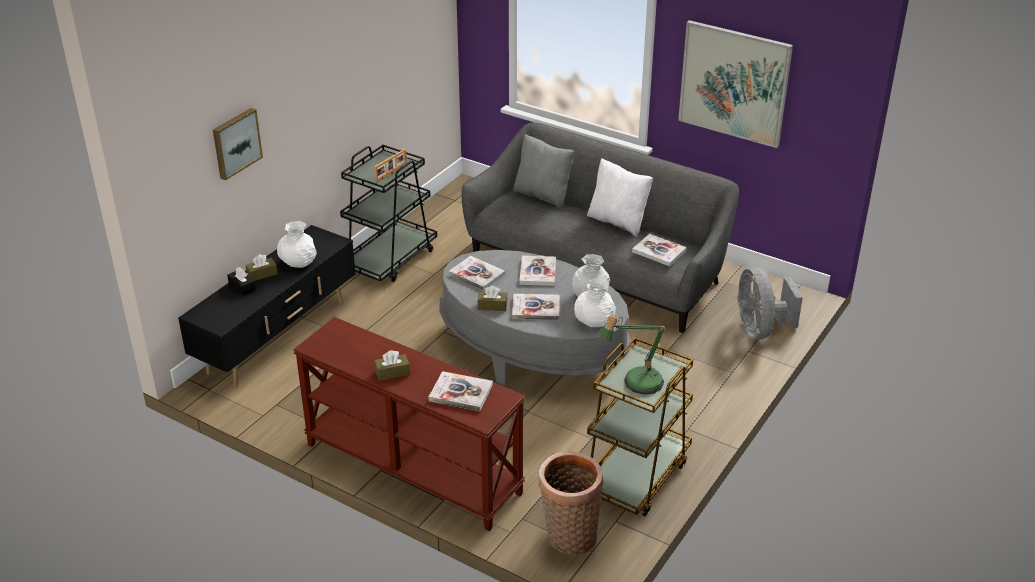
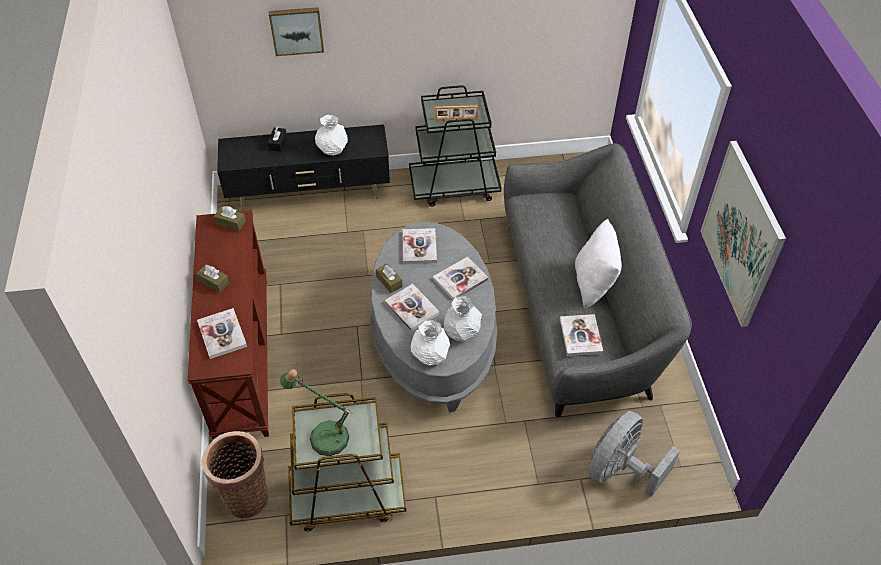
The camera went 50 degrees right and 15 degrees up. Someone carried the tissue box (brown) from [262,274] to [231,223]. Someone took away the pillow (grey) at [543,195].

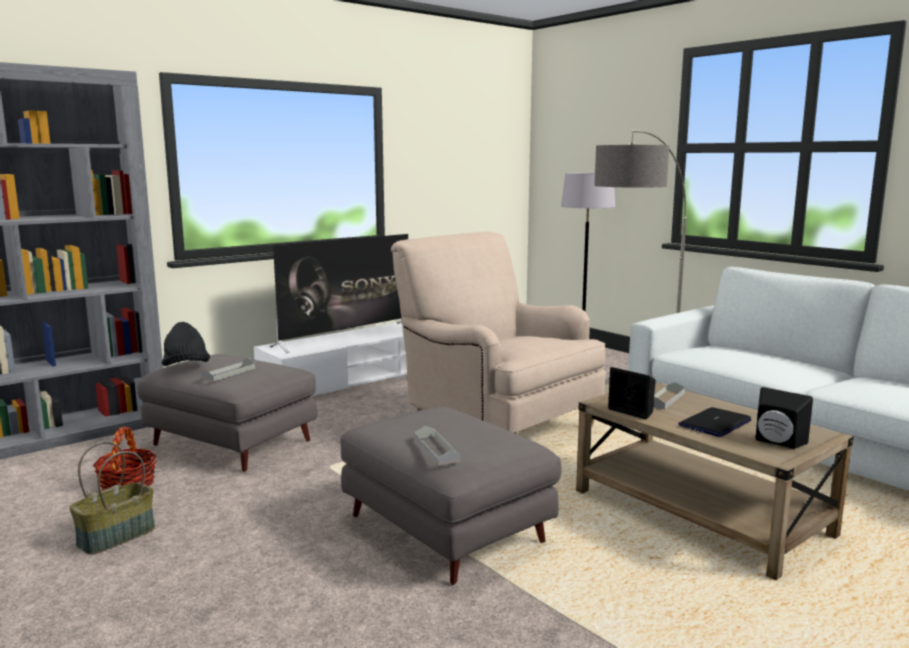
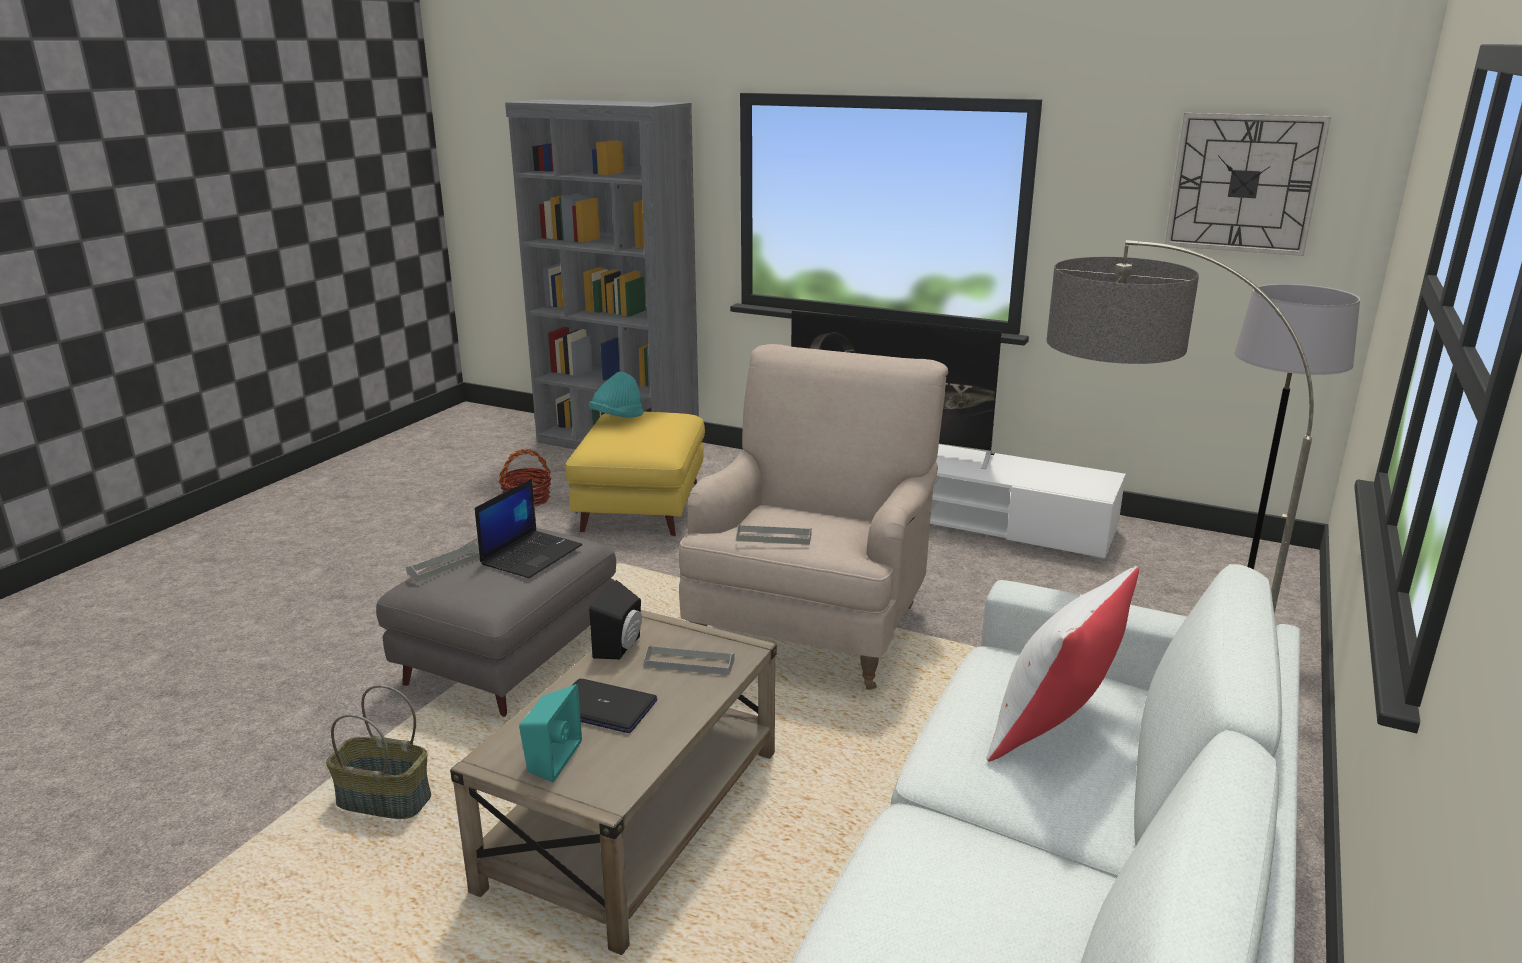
The camera went 65 degrees right and 10 degrees up. Someone carried the basket from [116,537] to [382,801]. Someone repainted the ottoman (grey) at [233,443], which became the ottoman (yellow) at [642,506]. Someone repainted the hat (black) at [186,368], which became the hat (turquoise) at [617,418]. Someone carried the tray (grey) from [229,373] to [774,537]. Someone repainted the speaker (black) at [777,442], which became the speaker (turquoise) at [549,758]. Someone put down the laptop at [531,554]. Someone put down the pillow (white) at [1055,727]. Someone put up the wall clock at [1244,183].

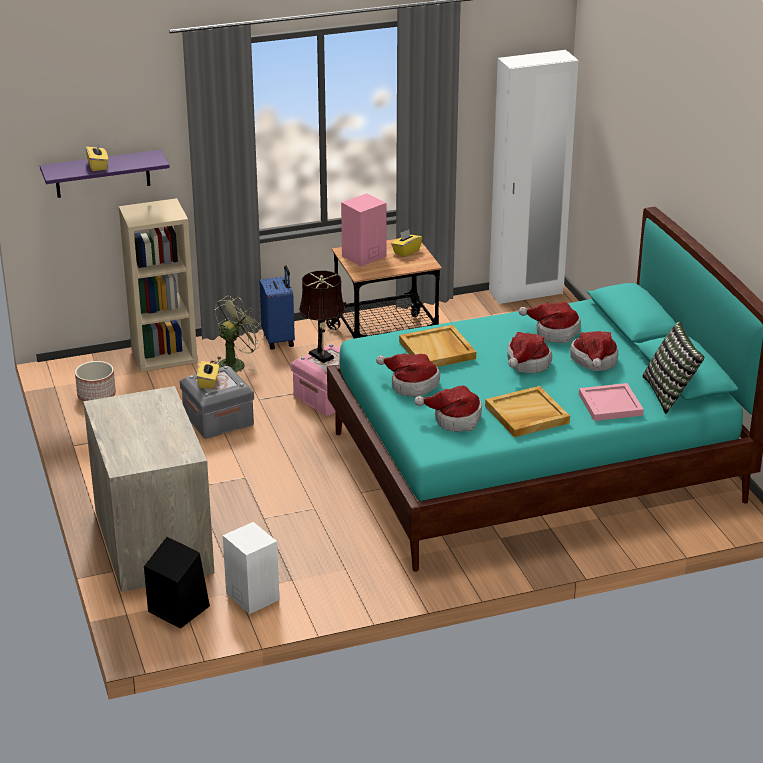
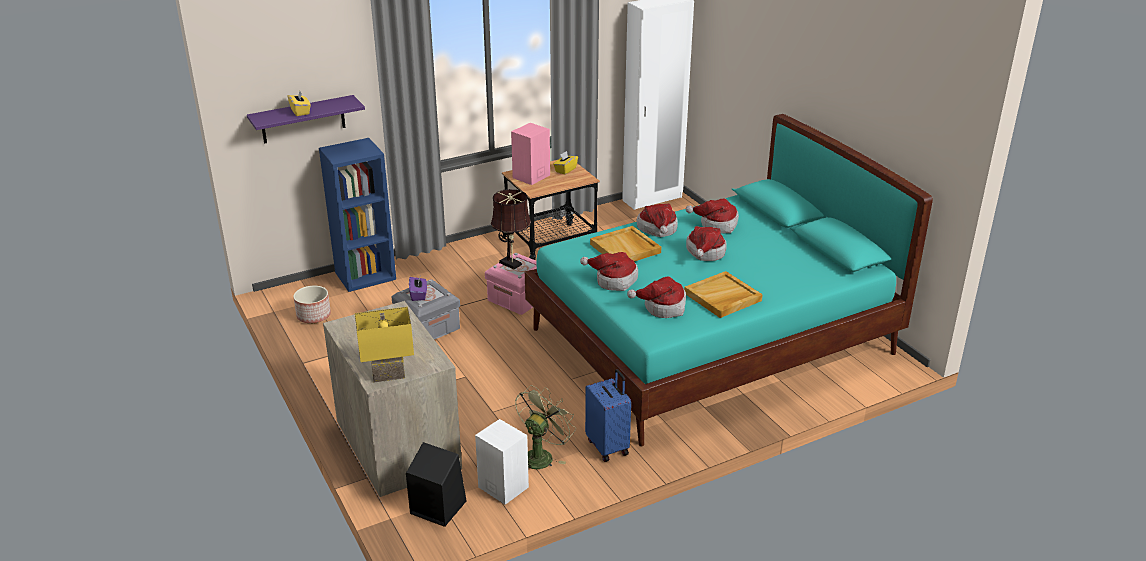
The camera went 10 degrees left and 0 degrees up. Someone repainted the bookcase (beige) at [164,355], which became the bookcase (blue) at [366,275]. Someone repainted the tissue box (yellow) at [208,382], which became the tissue box (purple) at [418,295]. Someone carried the fan (green) from [235,363] to [541,455]. Someone carried the suitcase (blue) from [279,339] to [608,446]. Someone carried the hat from [594,362] to [658,230]. Someone took away the tray (pink) at [611,404]. Someone took away the pillow at [670,393]. Someone put down the table lamp (yellow) at [389,373].

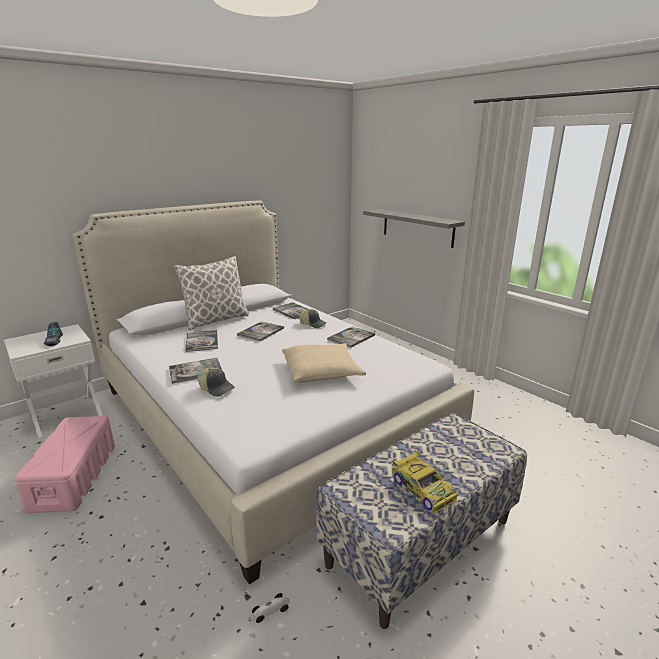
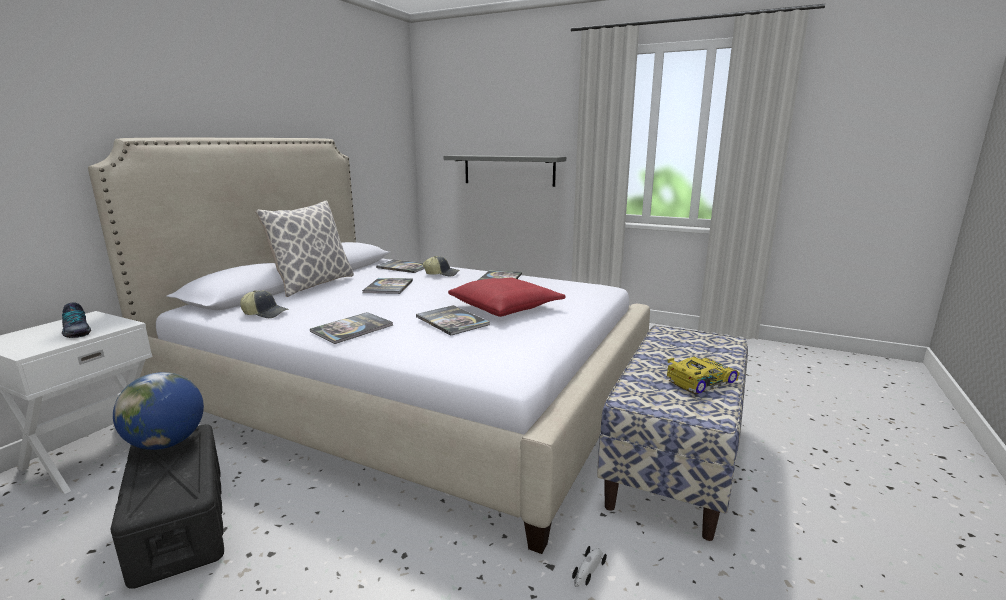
The camera went 25 degrees left and 5 degrees down. Someone repainted the storage box (pink) at [74,477], which became the storage box (black) at [180,523]. Someone carried the book from [202,341] to [452,321]. Someone carried the cap from [216,388] to [265,313]. Someone repainted the pillow (beige) at [322,371], which became the pillow (red) at [506,307]. Someone rotated the toy car at [422,488] by 60 degrees counterclockwise. Someone put down the globe at [167,443].

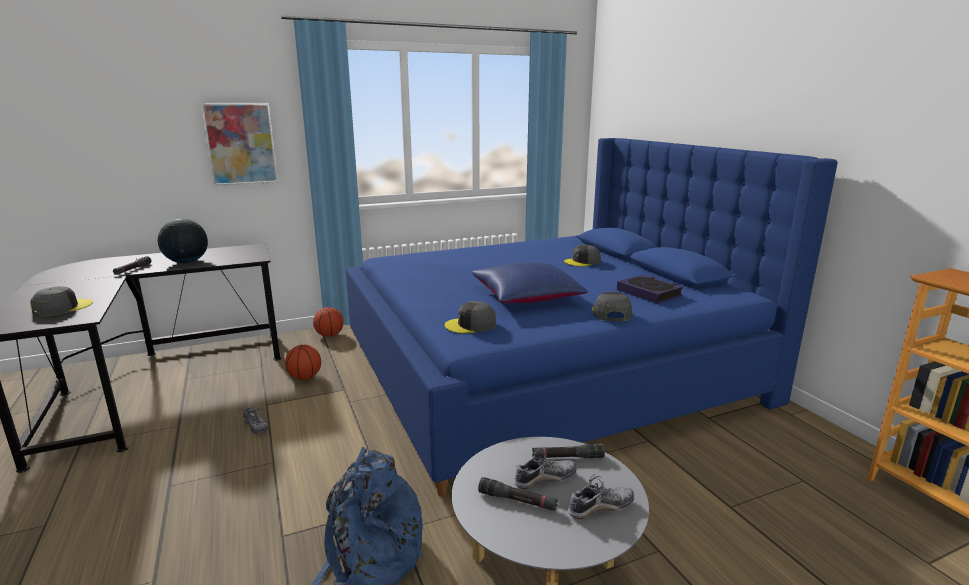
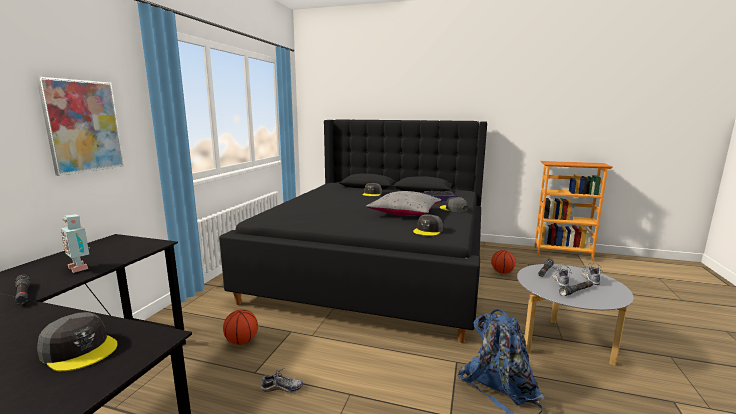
The camera went 50 degrees left and 5 degrees down. Someone rotated the cap (grey) at [62,308] by 135 degrees clockwise. Someone swapped the globe at [187,262] for the toy robot at [80,268]. Someone carried the basketball from [329,335] to [502,272]. Someone repainted the bed (blue) at [548,371], which became the bed (black) at [378,267]. Someone repainted the pillow (blue) at [526,297], which became the pillow (grey) at [404,213].

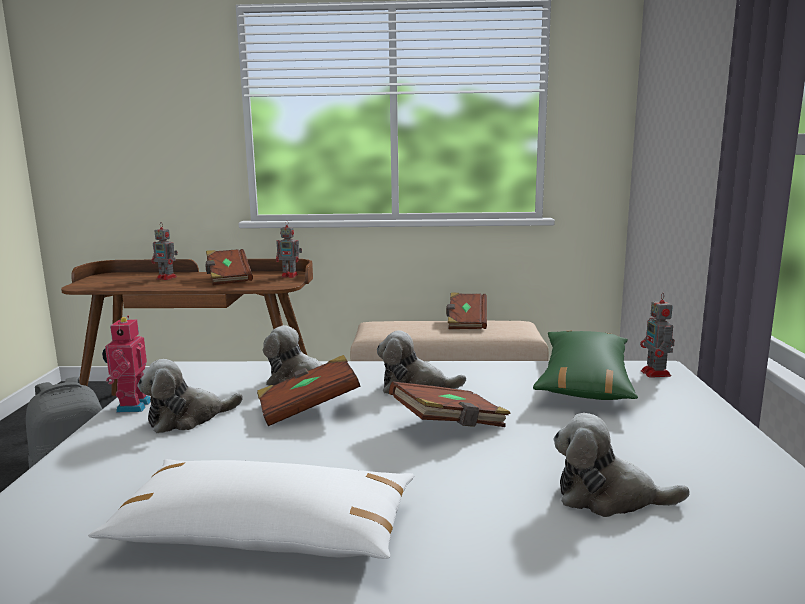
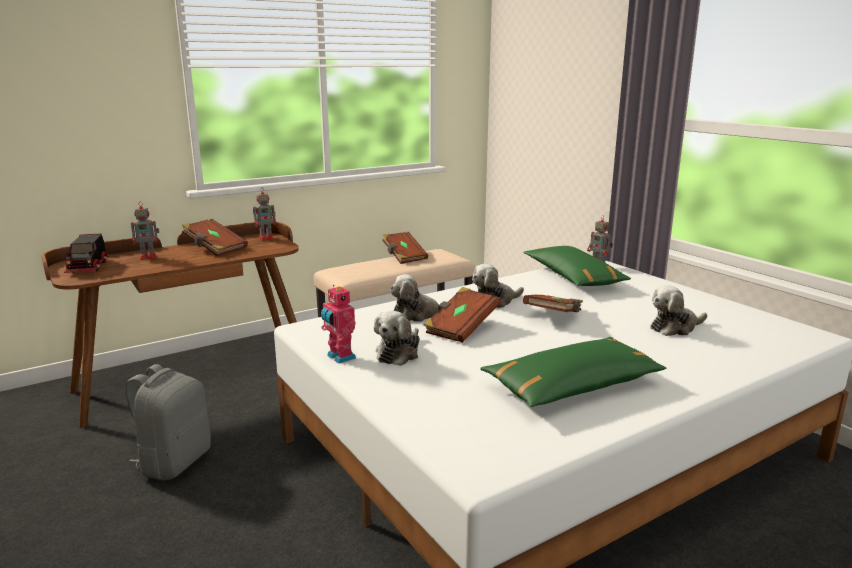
The camera went 35 degrees left and 5 degrees up. Someone repainted the pillow (white) at [265,533], which became the pillow (green) at [573,386]. Someone put down the toy truck at [89,267].

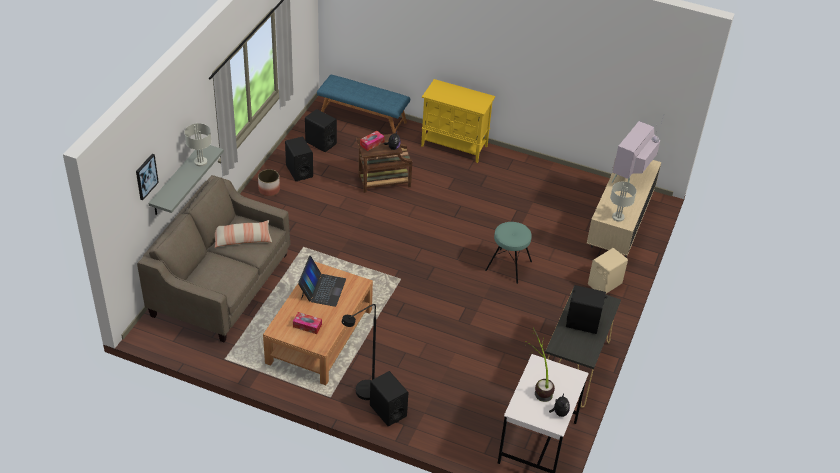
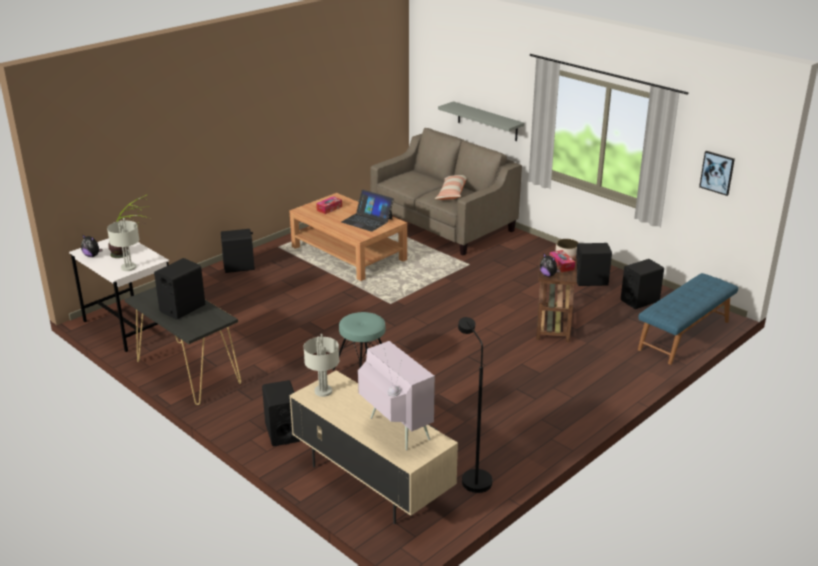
The camera went 115 degrees right and 15 degrees down. Someone carried the picture from [146,176] to [717,172]. Someone carried the table lamp (grey) from [201,162] to [128,268]. Someone carried the floor lamp (black) from [362,395] to [472,477]. Someone took away the cabinet (yellow) at [455,146]. Someone repainted the speaker (beige) at [604,284], which became the speaker (black) at [282,432].

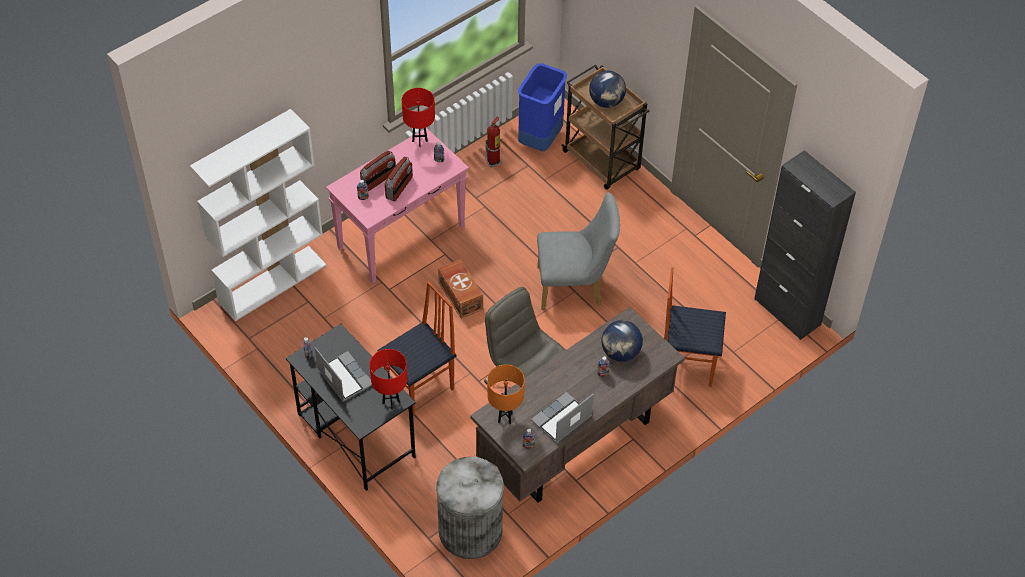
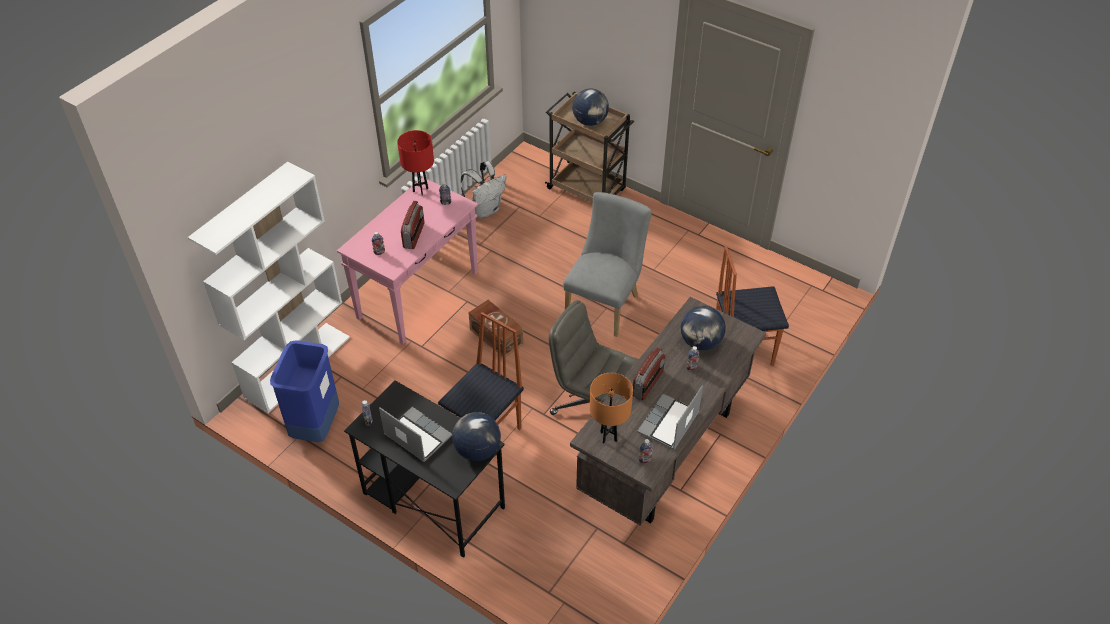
The camera went 15 degrees left and 5 degrees down. Someone carried the radio from [379,179] to [648,384]. Someone swapped the table lamp (red) at [391,402] for the globe at [477,450]. Someone took away the trash can (grey) at [470,530]. Someone swapped the fire extinguisher at [493,161] for the backpack (white) at [485,210]. Someone carried the trash can (blue) from [540,139] to [315,426]. Someone rotated the chair (grey) at [575,287] by 45 degrees counterclockwise. Someone took away the cabinet (black) at [787,312].

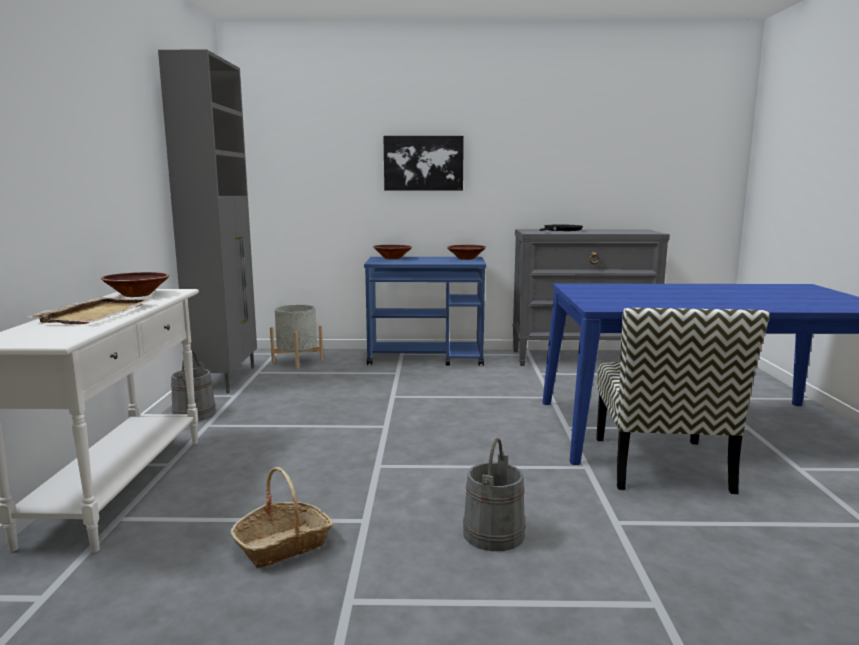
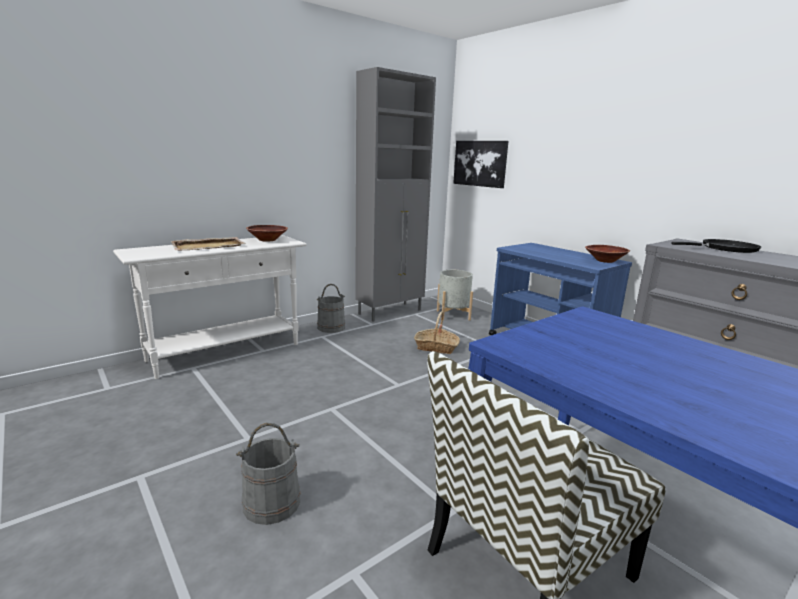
The camera went 50 degrees right and 5 degrees up. Someone carried the basket from [283,545] to [436,347]. Someone took away the bowl (brown) at [392,258]. Someone carried the picture from [423,163] to [480,163].

